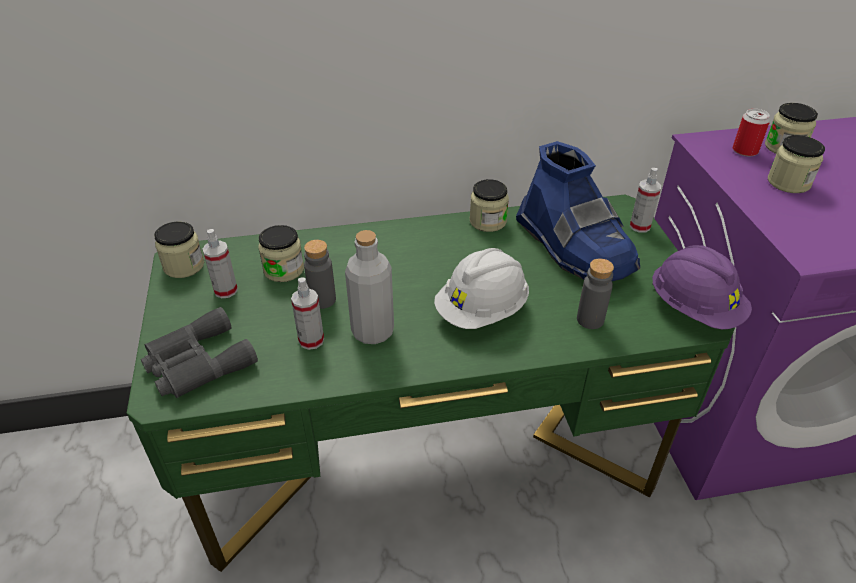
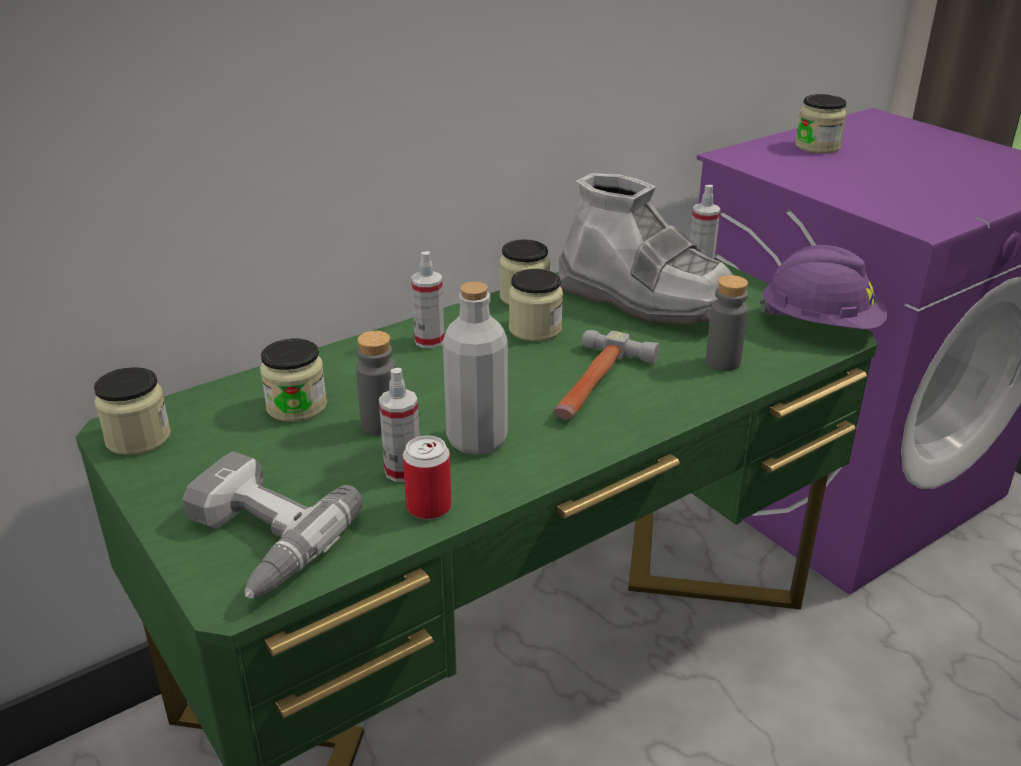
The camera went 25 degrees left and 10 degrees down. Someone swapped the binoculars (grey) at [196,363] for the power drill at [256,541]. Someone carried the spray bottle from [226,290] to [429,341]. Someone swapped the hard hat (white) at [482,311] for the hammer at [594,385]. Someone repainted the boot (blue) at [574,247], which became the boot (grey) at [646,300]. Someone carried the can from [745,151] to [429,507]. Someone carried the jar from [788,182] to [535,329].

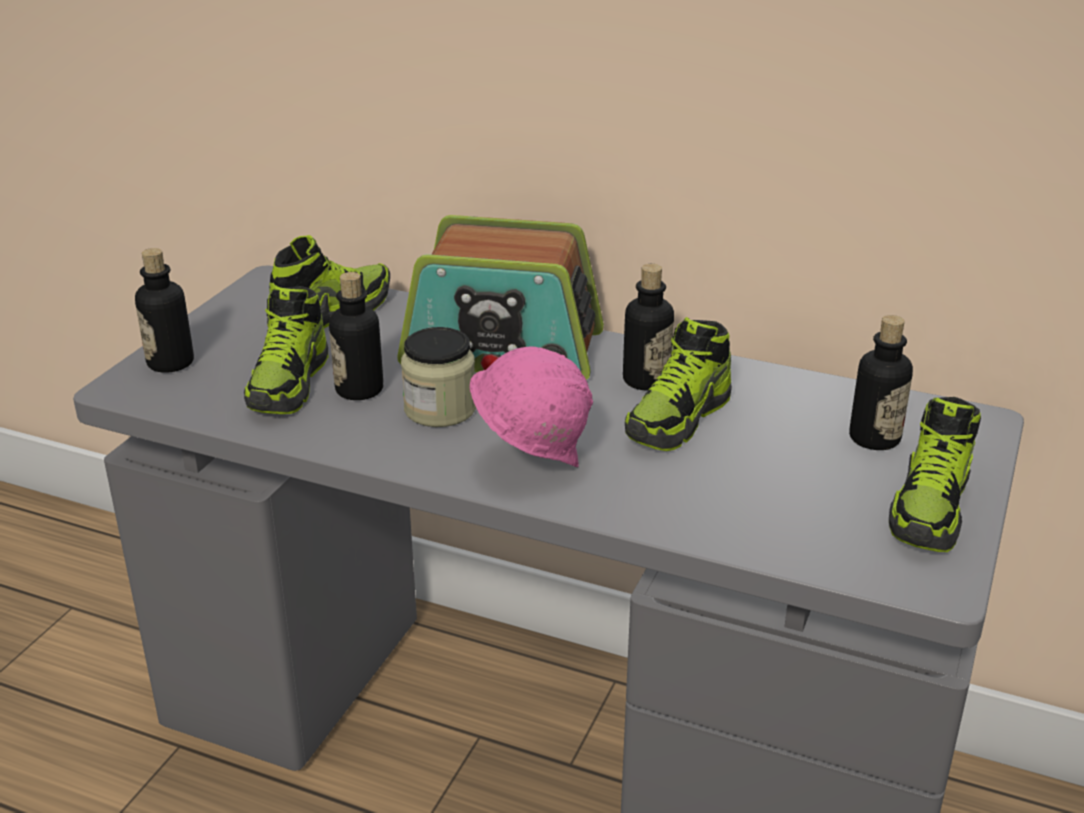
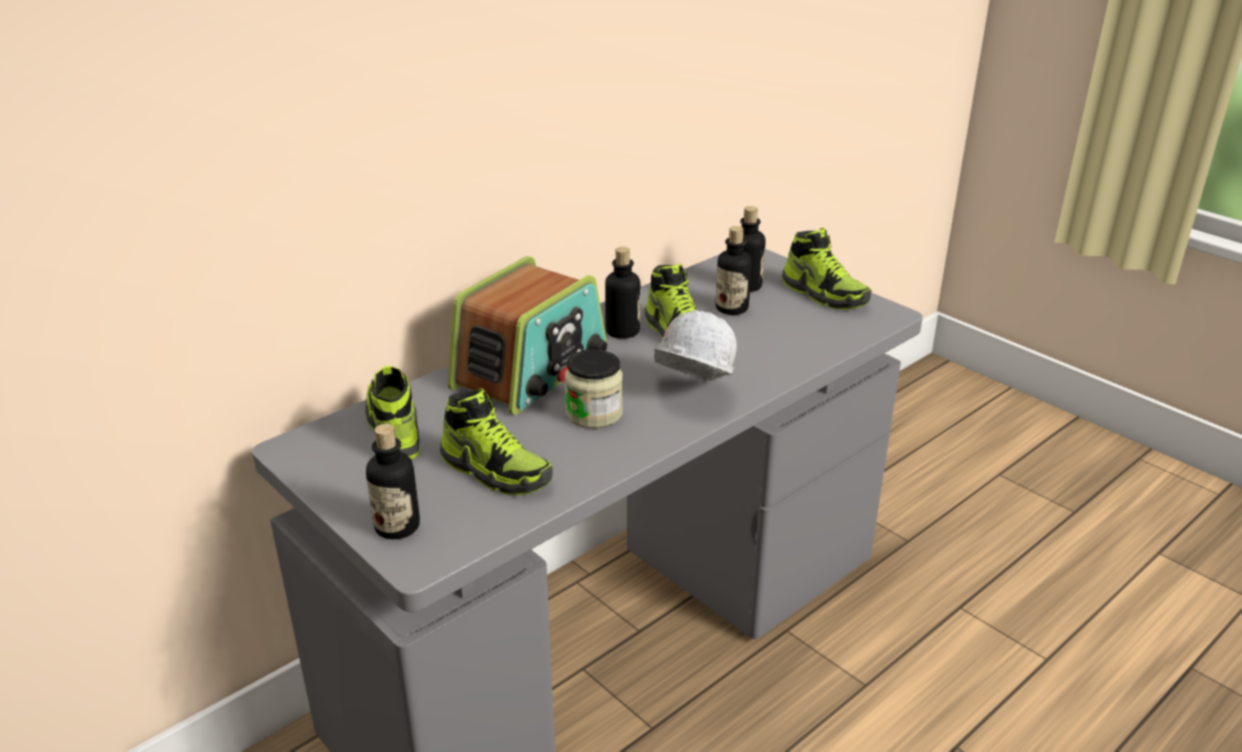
The camera went 65 degrees left and 0 degrees up. Someone carried the bottle from [359,390] to [731,308]. Someone repainted the hard hat (pink) at [530,461], which became the hard hat (white) at [690,395].

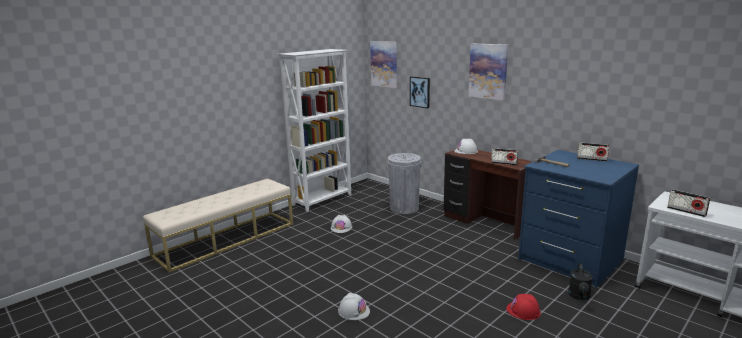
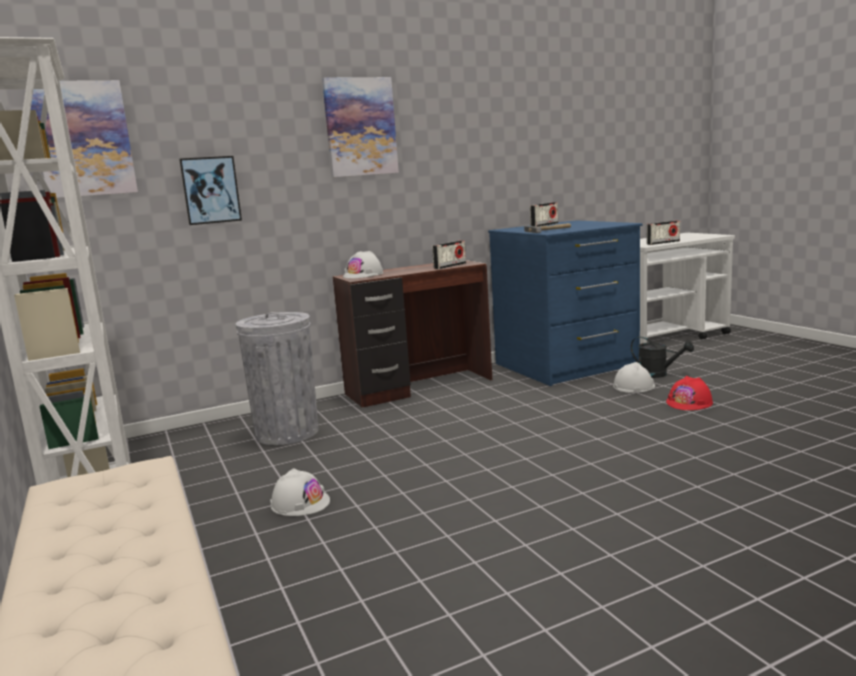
The camera went 70 degrees left and 5 degrees down. Someone carried the hard hat (white) from [354,311] to [633,386].

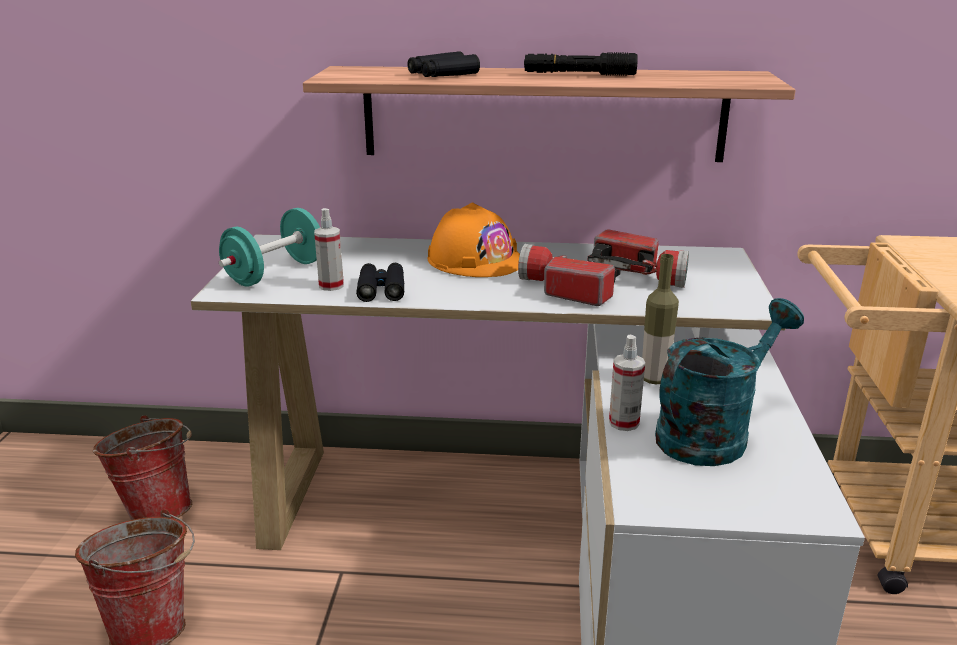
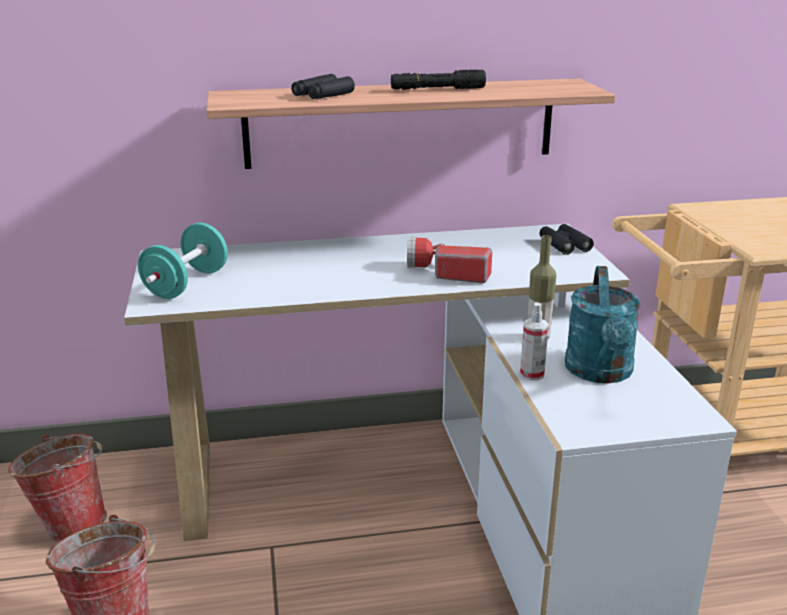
The camera went 15 degrees left and 0 degrees up. Someone took away the spray bottle at [331,286]. Someone carried the binoculars (black) from [381,289] to [564,245]. Someone took away the hard hat (orange) at [475,260]. Someone took away the flashlight at [639,275]. Someone rotated the watering can (turquoise) at [712,433] by 150 degrees clockwise.

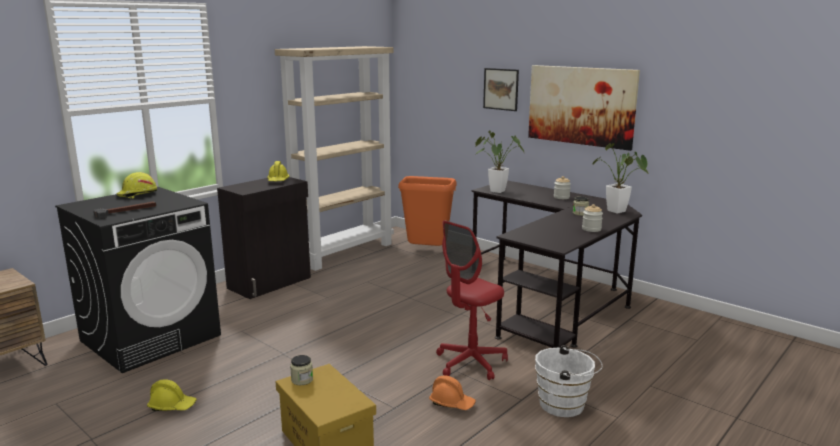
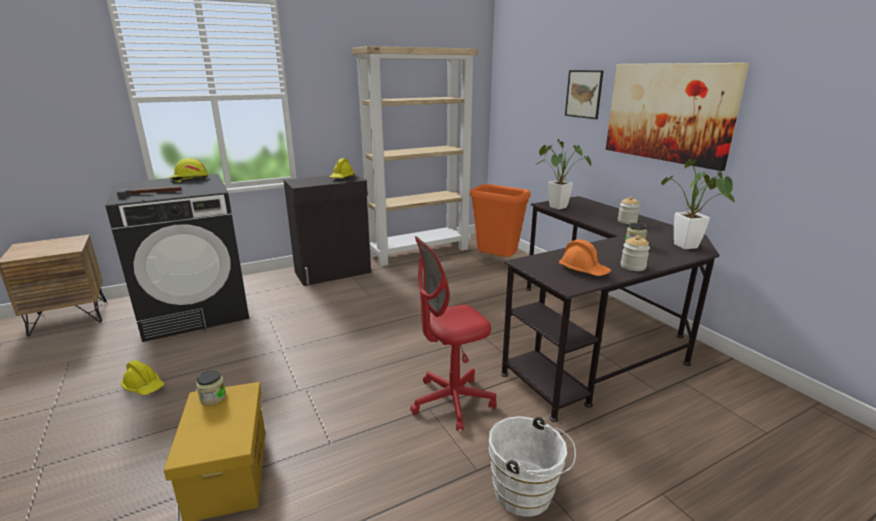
The camera went 20 degrees right and 5 degrees up. Someone carried the hard hat (orange) from [452,403] to [583,271].

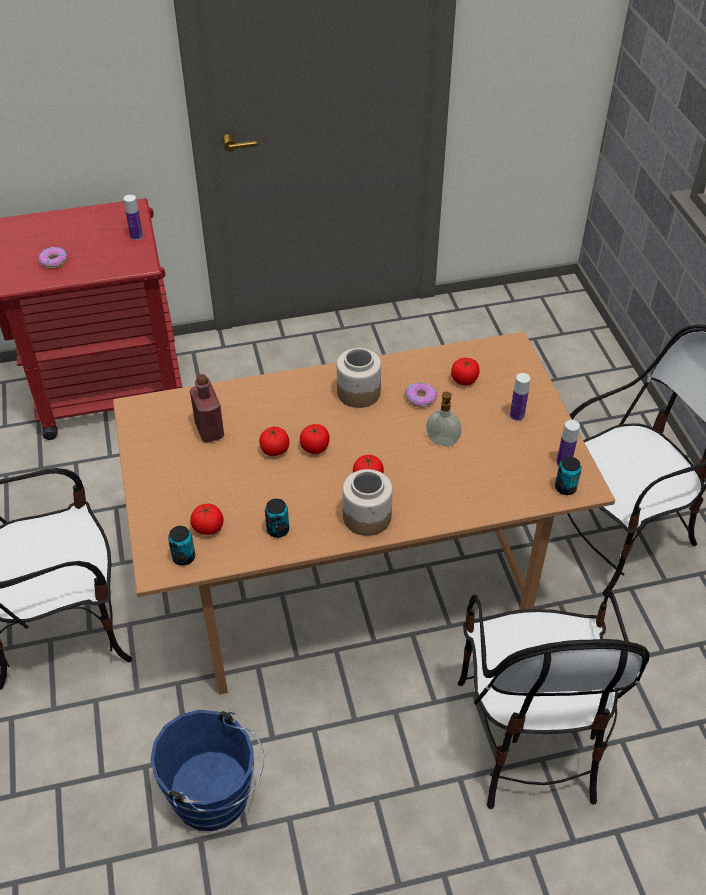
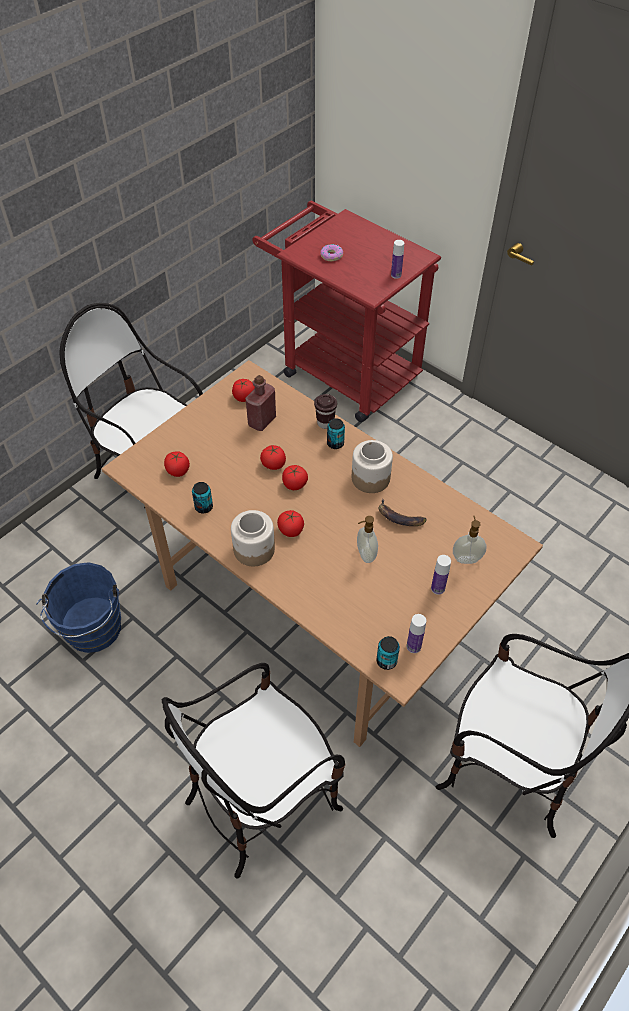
The camera went 55 degrees right and 5 degrees up. Someone carried the can from [184,557] to [335,443]. Someone swapped the donut at [420,398] for the banana at [399,517]. Someone carried the tomato from [464,380] to [244,397]. Someone put down the cup (brown) at [325,423]. Someone put down the soap dispenser at [466,558].

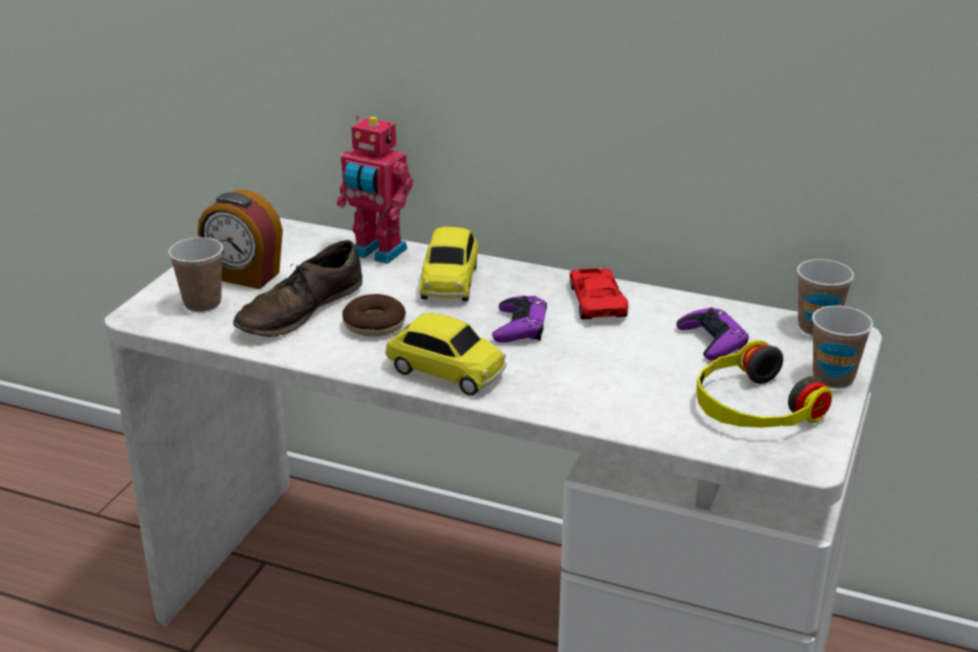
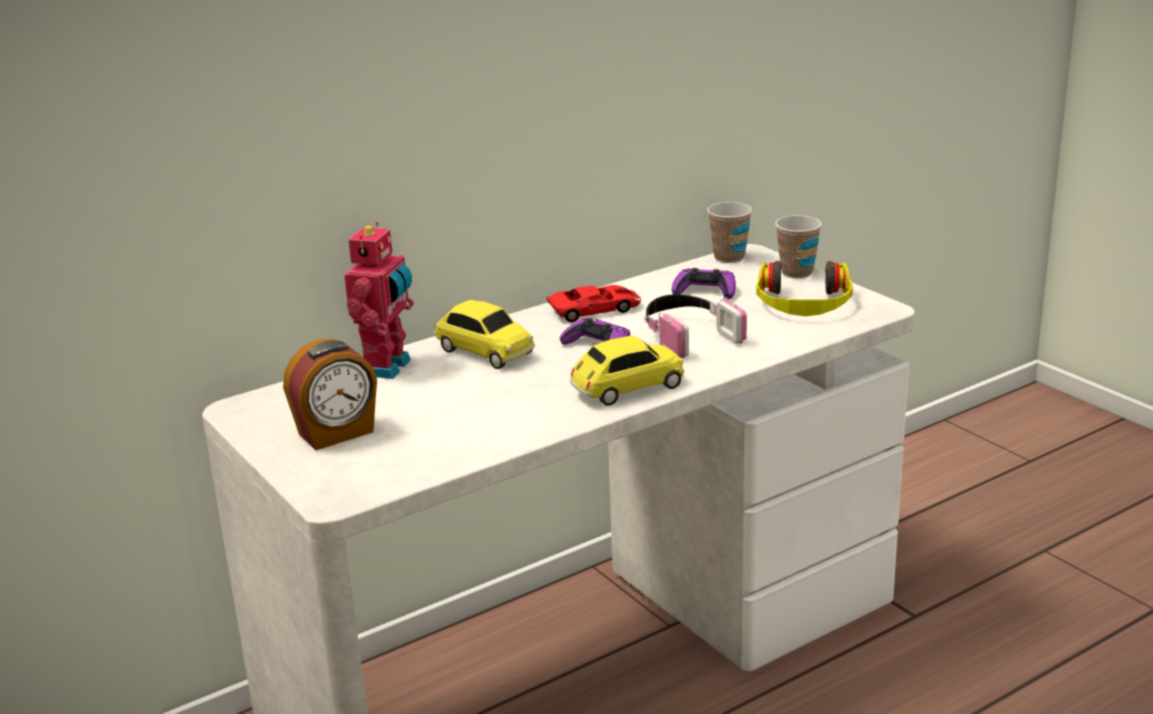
The camera went 55 degrees left and 5 degrees down. Someone took away the cup at [202,303]. Someone took away the shoe (brown) at [300,310]. Someone rotated the toy robot at [377,253] by 45 degrees counterclockwise. Someone took away the donut at [374,325]. Someone rotated the toy car (red) at [596,300] by 135 degrees clockwise. Someone put down the headphones at [688,335].

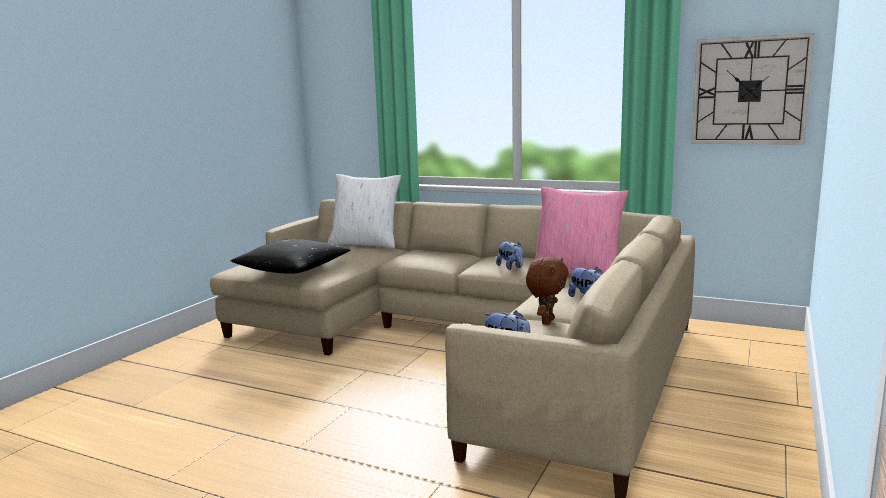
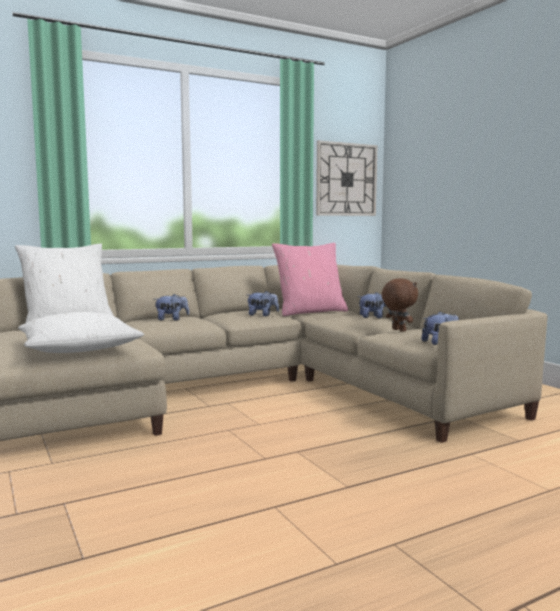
The camera went 55 degrees left and 5 degrees down. Someone repainted the pillow (black) at [293,269], which became the pillow (white) at [79,349]. Someone put down the plush toy at [171,319].

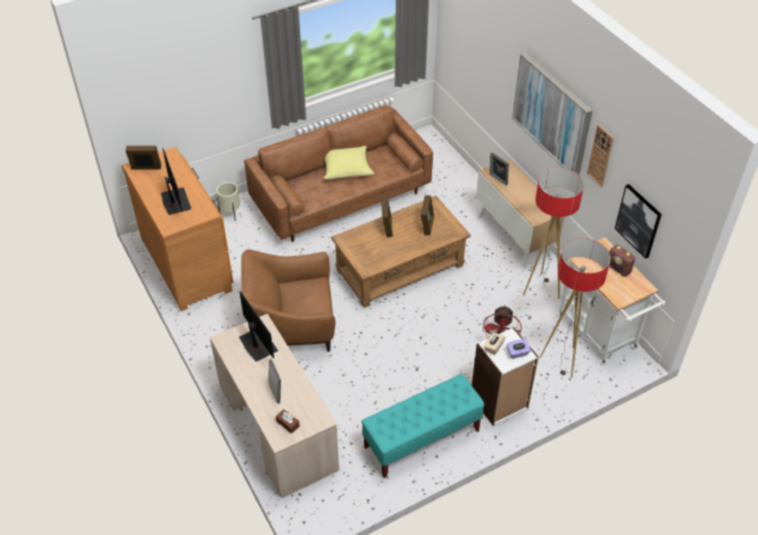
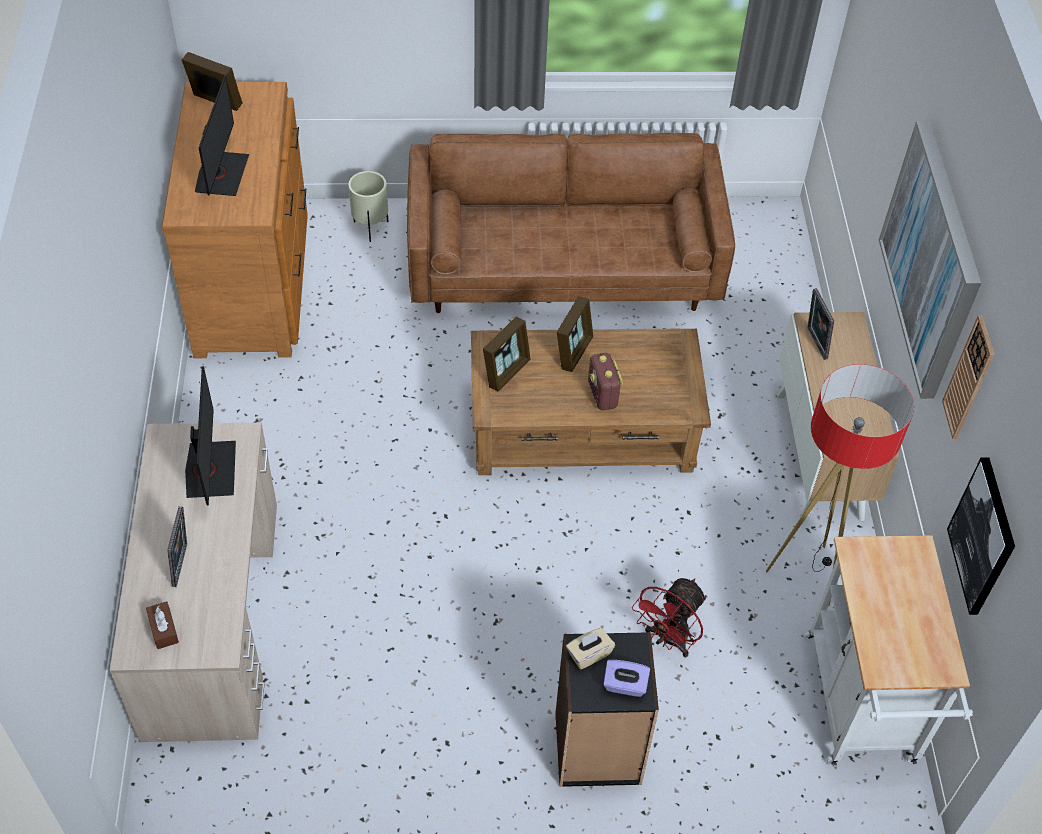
The camera went 25 degrees right and 5 degrees up. Someone took away the armchair (brown) at [293,326]. Someone took away the pillow (yellow) at [346,169]. Someone took away the bench (turquoise) at [421,439]. Someone carried the picture frame from [427,225] to [506,371]. Someone repainted the bookcase (white) at [499,403], which became the bookcase (black) at [597,749]. Someone took away the floor lamp at [561,361]. Someone carried the radio from [618,269] to [602,395].

